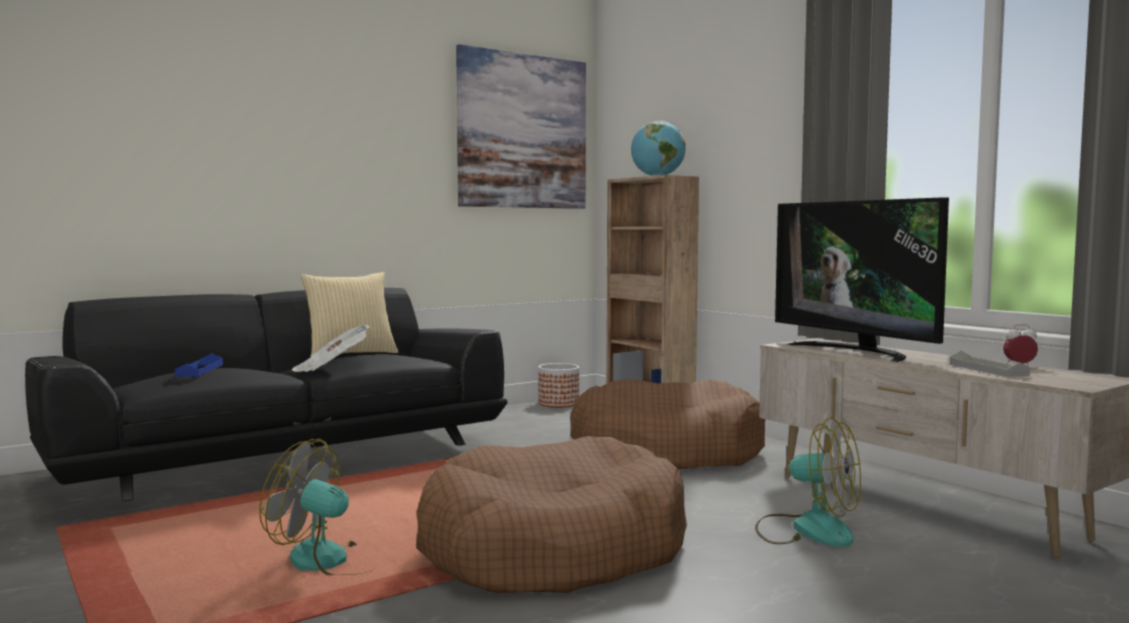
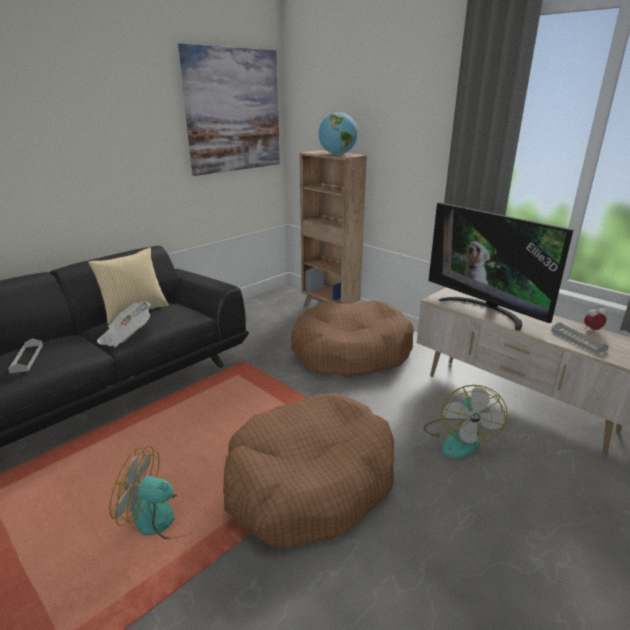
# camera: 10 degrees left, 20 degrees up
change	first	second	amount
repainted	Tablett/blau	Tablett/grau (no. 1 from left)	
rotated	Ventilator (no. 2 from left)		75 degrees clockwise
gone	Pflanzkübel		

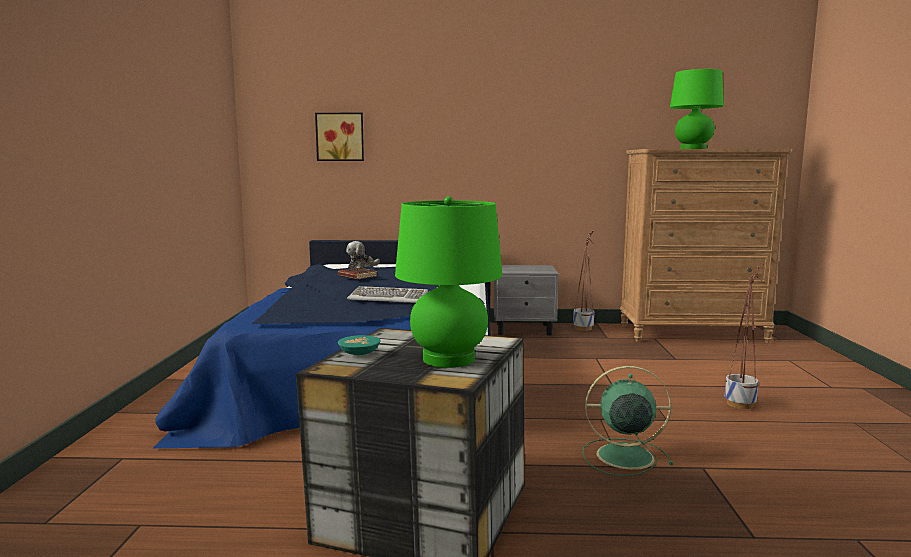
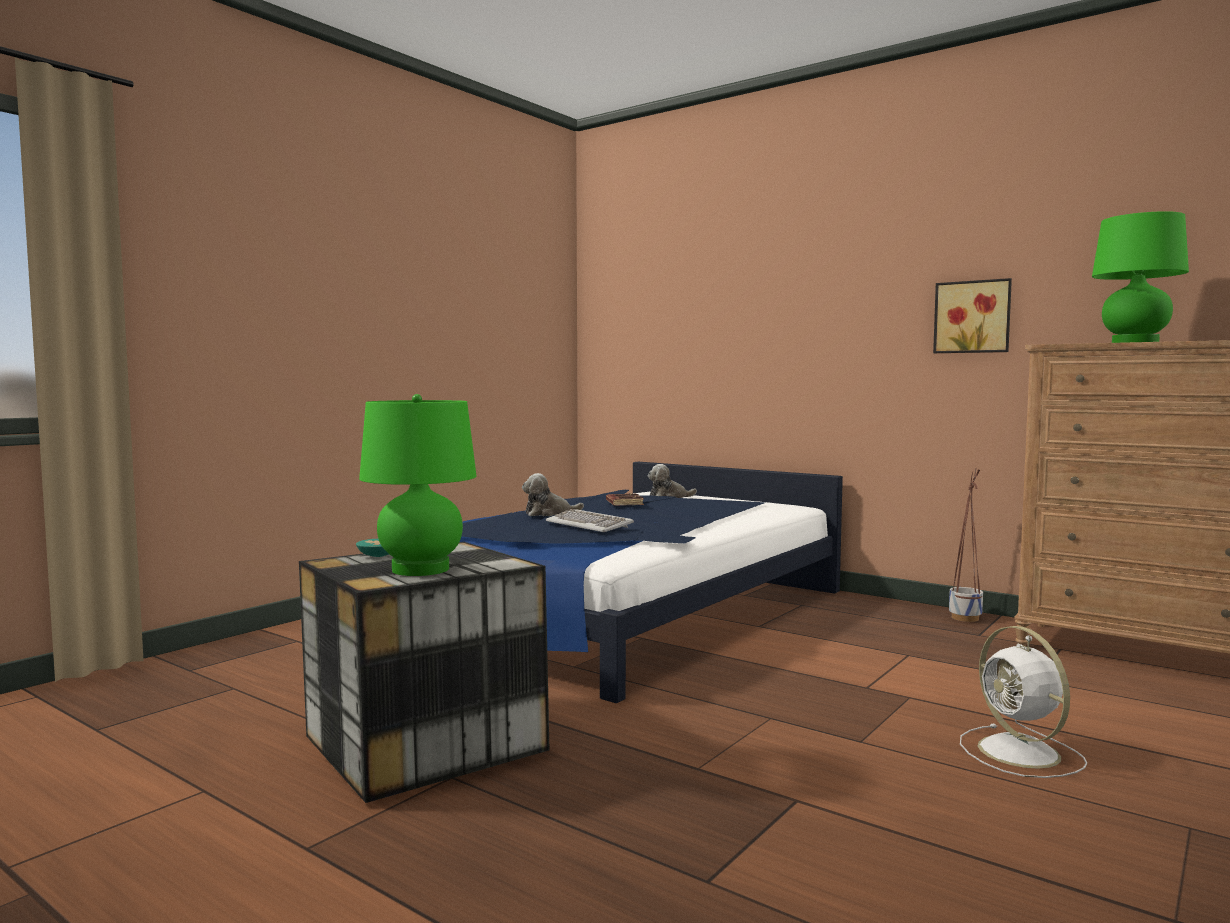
# camera: 35 degrees right, 5 degrees down
change	first	second	amount
new		Plüschtier (no. 1 from left)	
shifted	Bild		
swapped	Pflanzkübel (no. 2 from left)	Ventilator/weiß	
gone	Nachttisch/grau		
gone	Ventilator/grün		

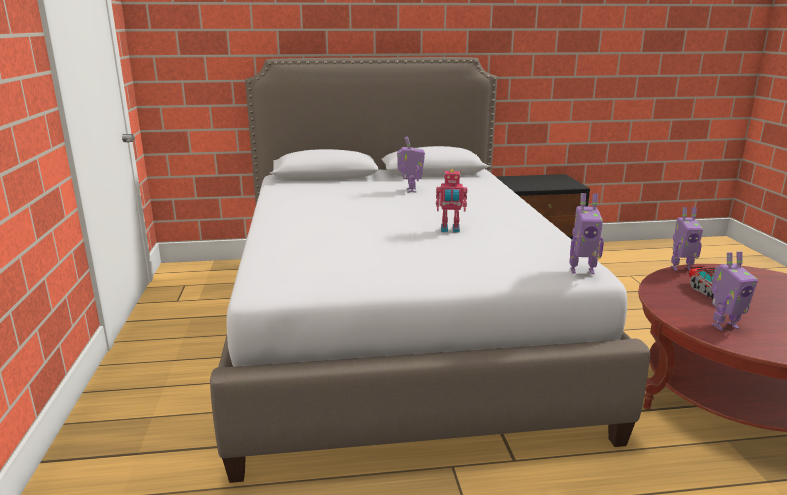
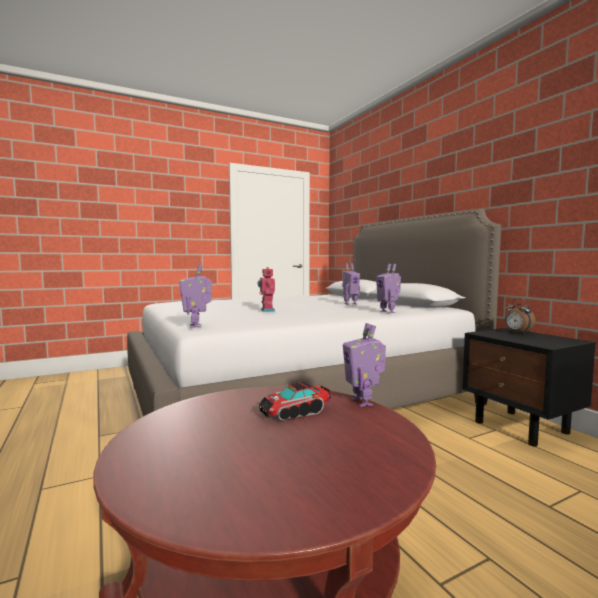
# camera: 70 degrees right, 15 degrees down
change	first	second	amount
shifted	Spielzeugroboter (no. 5 from left)		
new		Wecker	

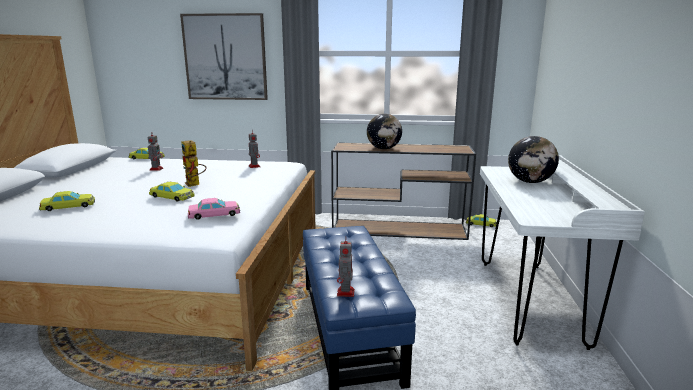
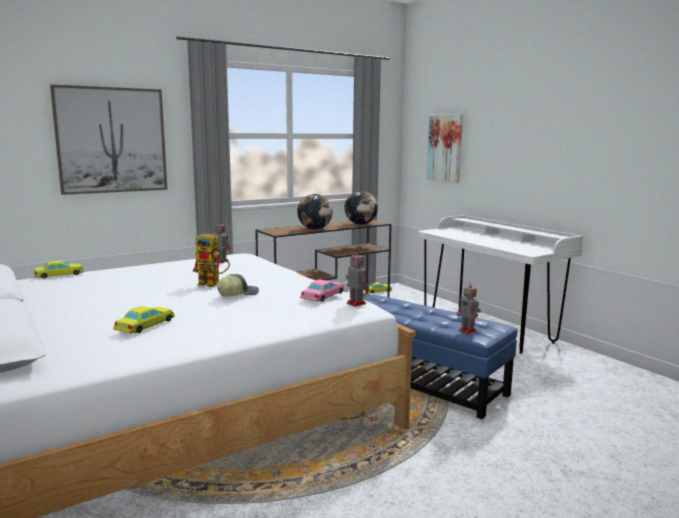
# camera: 40 degrees left, 5 degrees down
change	first	second	amount
swapped	Spielzeugauto/gelb (no. 3 from left)	Kappe	
shifted	Globus (no. 2 from left)		
shifted	Spielzeugroboter (no. 1 from left in the first image)	Spielzeugroboter (no. 3 from left)	
new		Bild (no. 2 from left)	

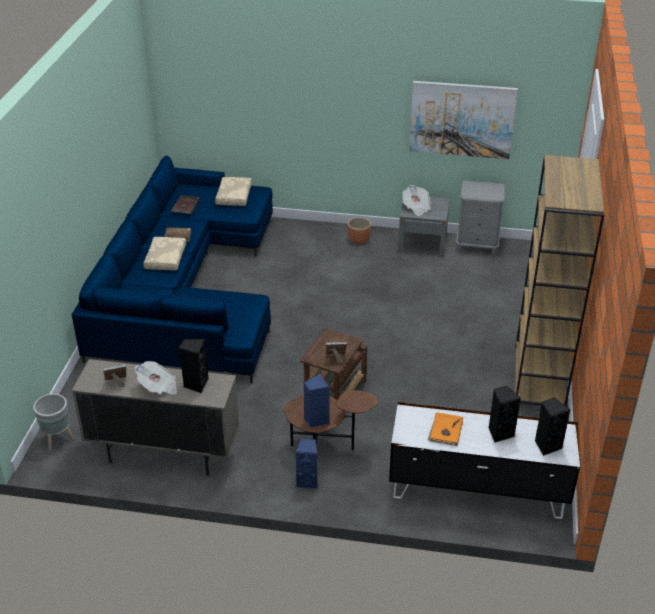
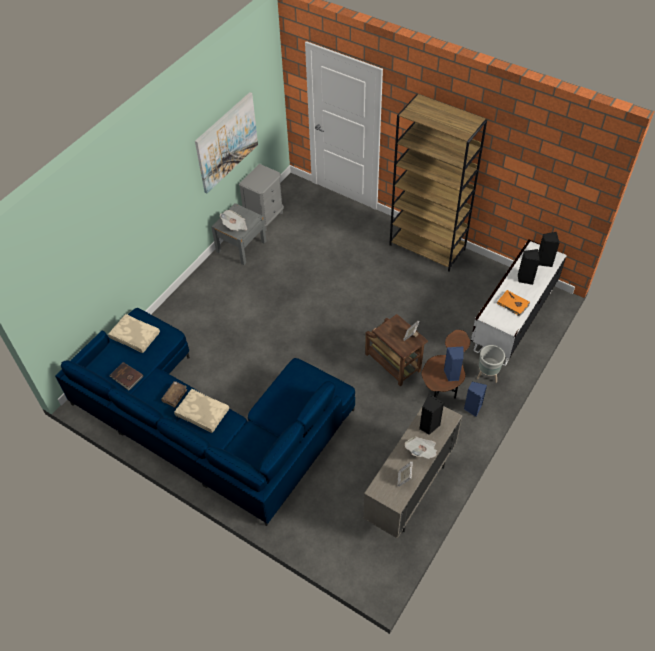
# camera: 65 degrees left, 15 degrees up
change	first	second	amount
shifted	Pflanzkübel/grau		
gone	Pflanzkübel/braun		

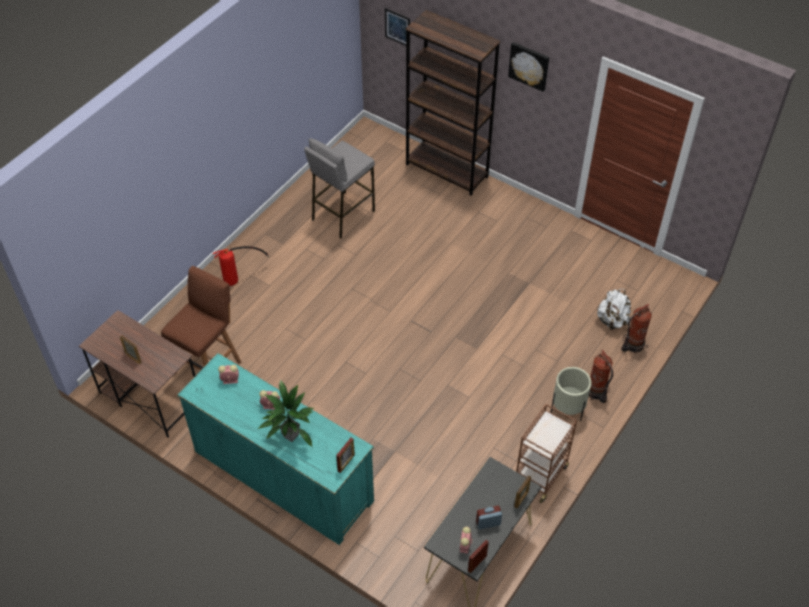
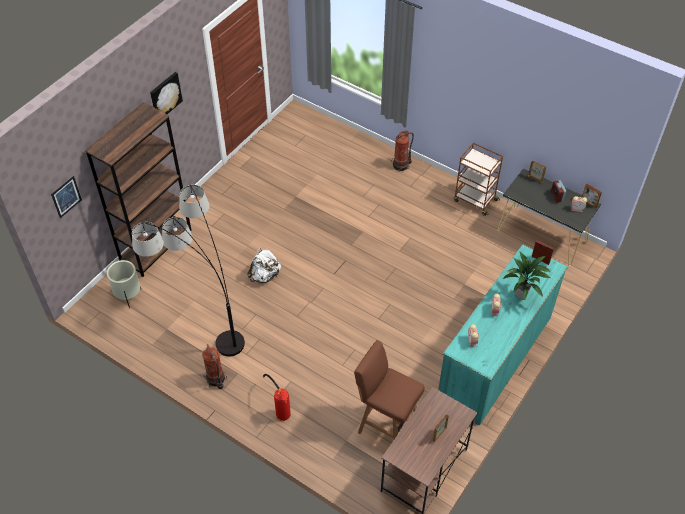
# camera: 90 degrees left, 0 degrees up
change	first	second	amount
shifted	Pflanzkübel/beige		
swapped	Hocker/grau	Stehlampe	
shifted	Feuerlöscher (no. 3 from left in the first image)	Feuerlöscher (no. 1 from left)	
shifted	Rucksack/weiß		

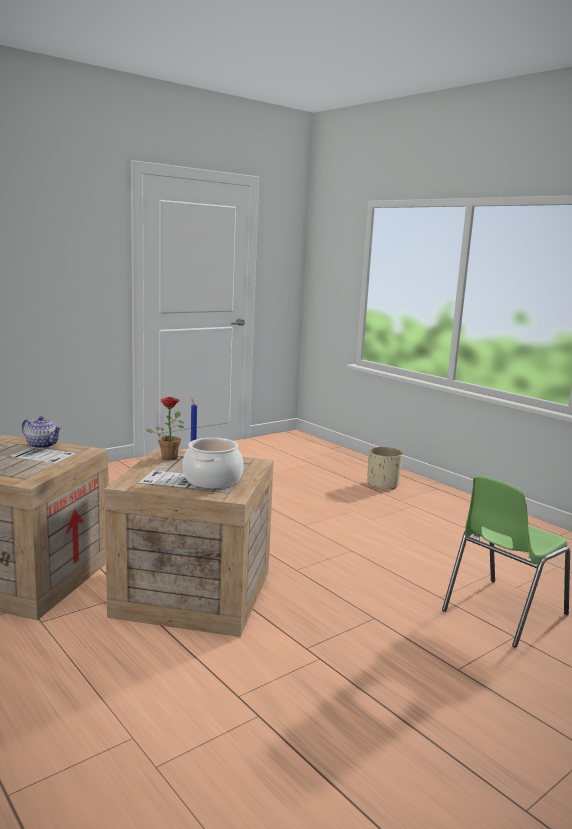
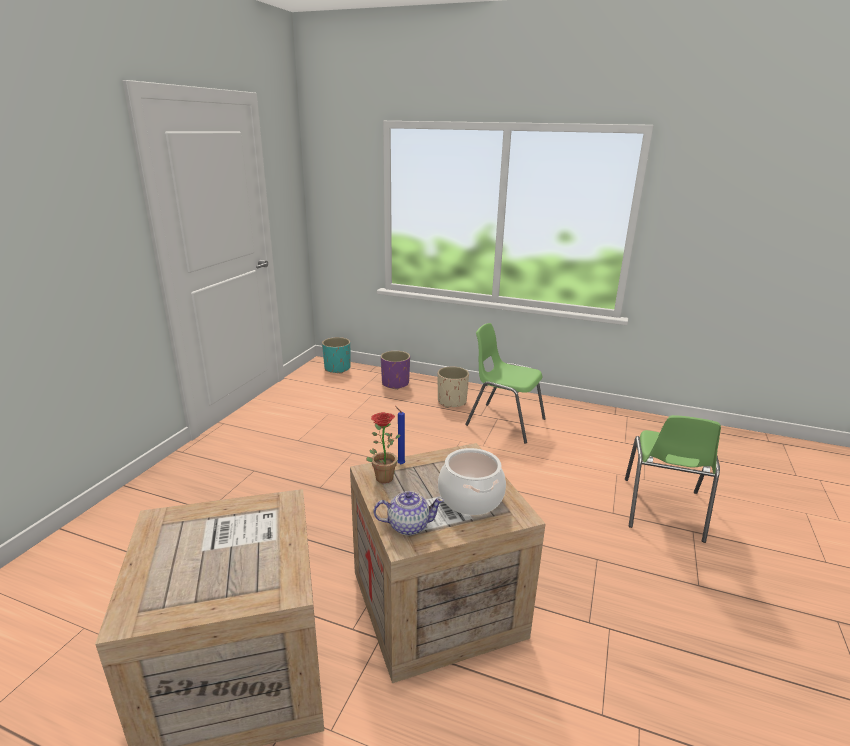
# camera: 30 degrees left, 10 degrees up
change	first	second	amount
new		Pflanzkübel/türkis	
shifted	Teekanne		
new		Pflanzkübel/lila	
new		Stuhl/grün (no. 1 from left)	

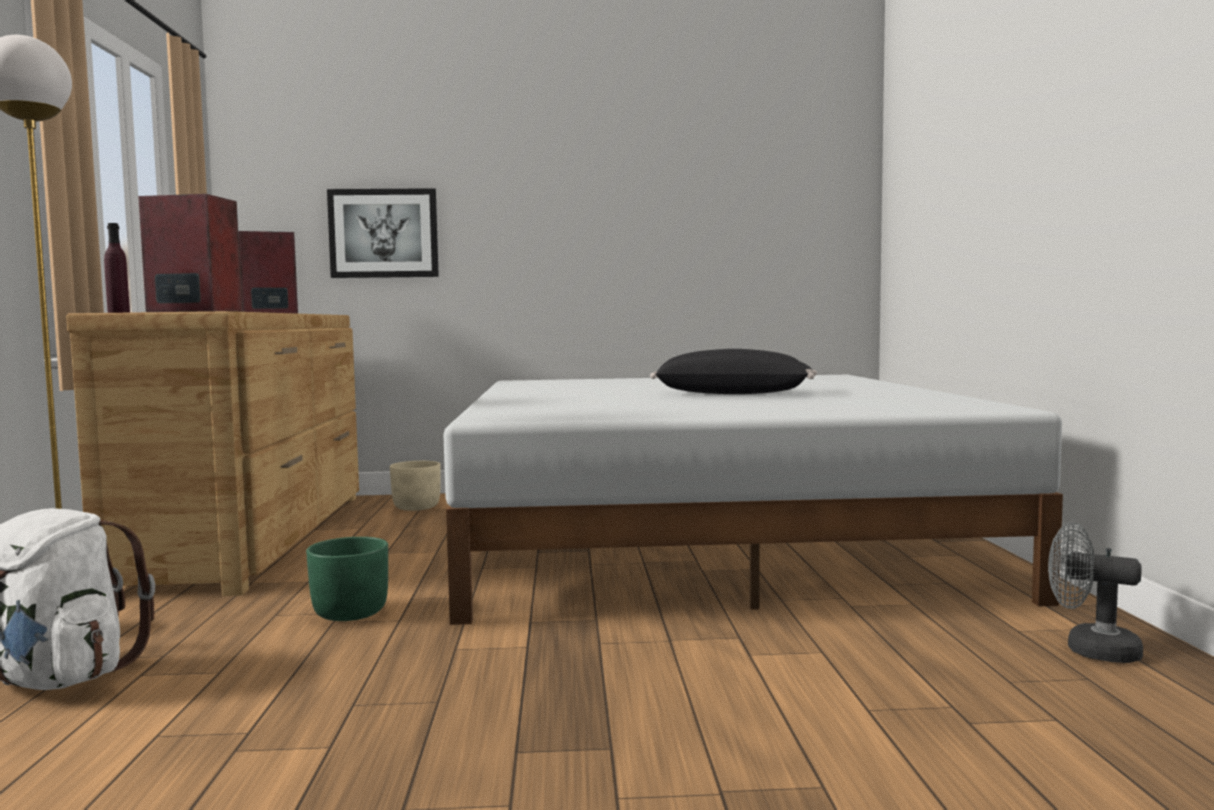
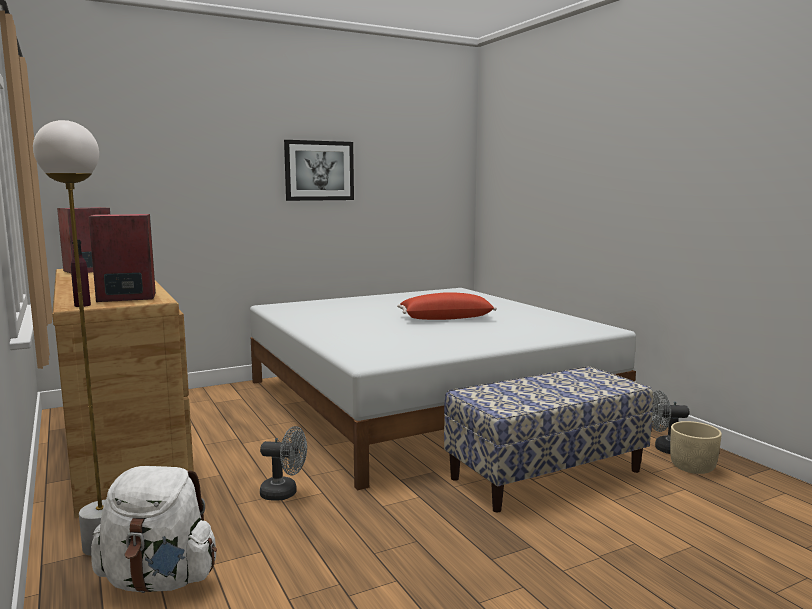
# camera: 25 degrees left, 5 degrees up
change	first	second	amount
swapped	Pflanzkübel/grün	Ventilator/grau (no. 1 from left)	
shifted	Bild		
repainted	Kissen/schwarz	Kissen/rot	
new		Bank	
shifted	Pflanzkübel/beige		

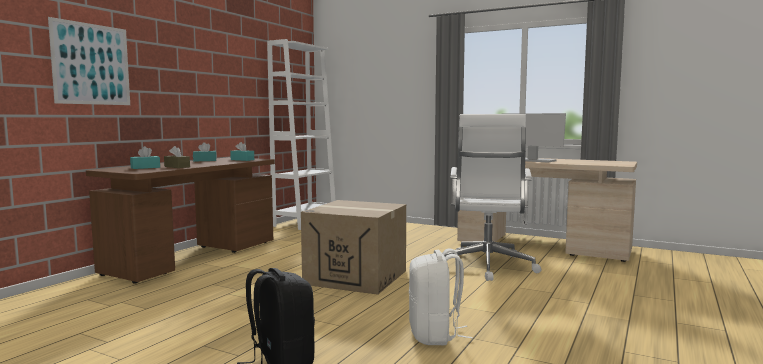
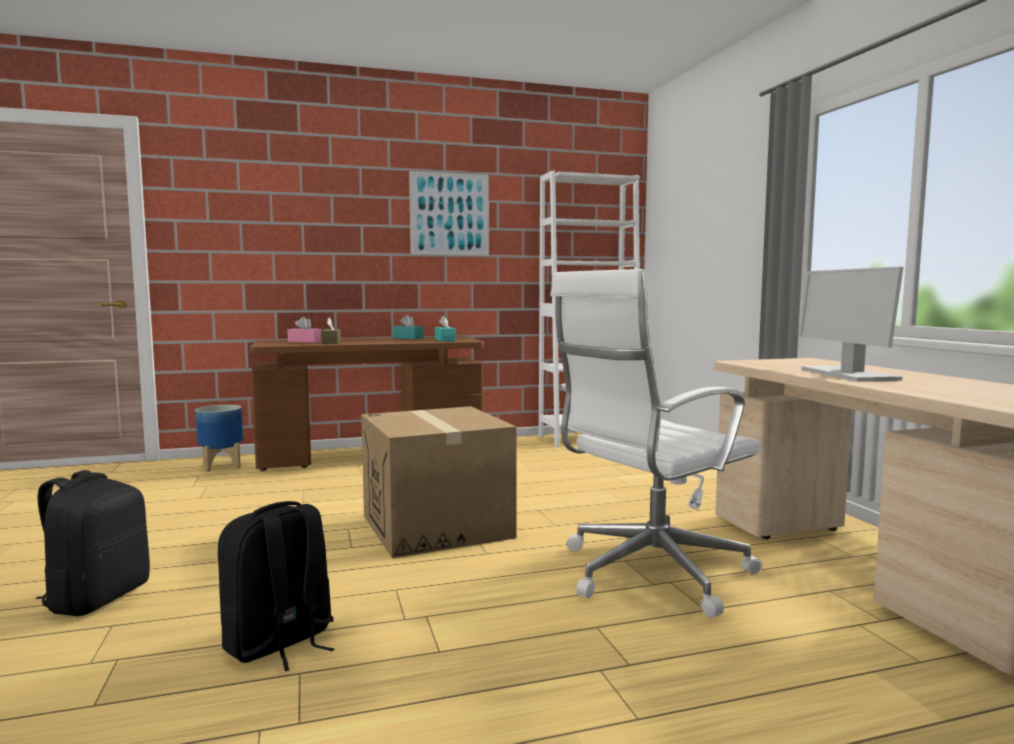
# camera: 45 degrees right, 0 degrees up
change	first	second	amount
new		Pflanzkübel	
repainted	Rucksack/weiß	Rucksack/schwarz (no. 2 from left)	
repainted	Taschentuchbox/türkis (no. 1 from left)	Taschentuchbox/rosa	
shifted	Bild		

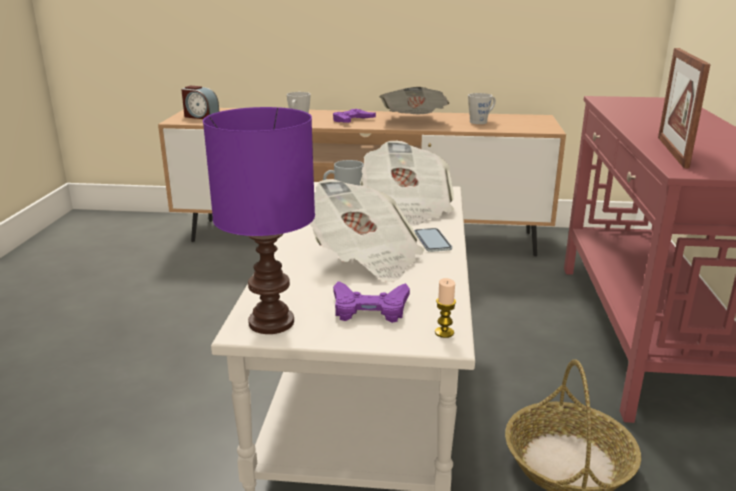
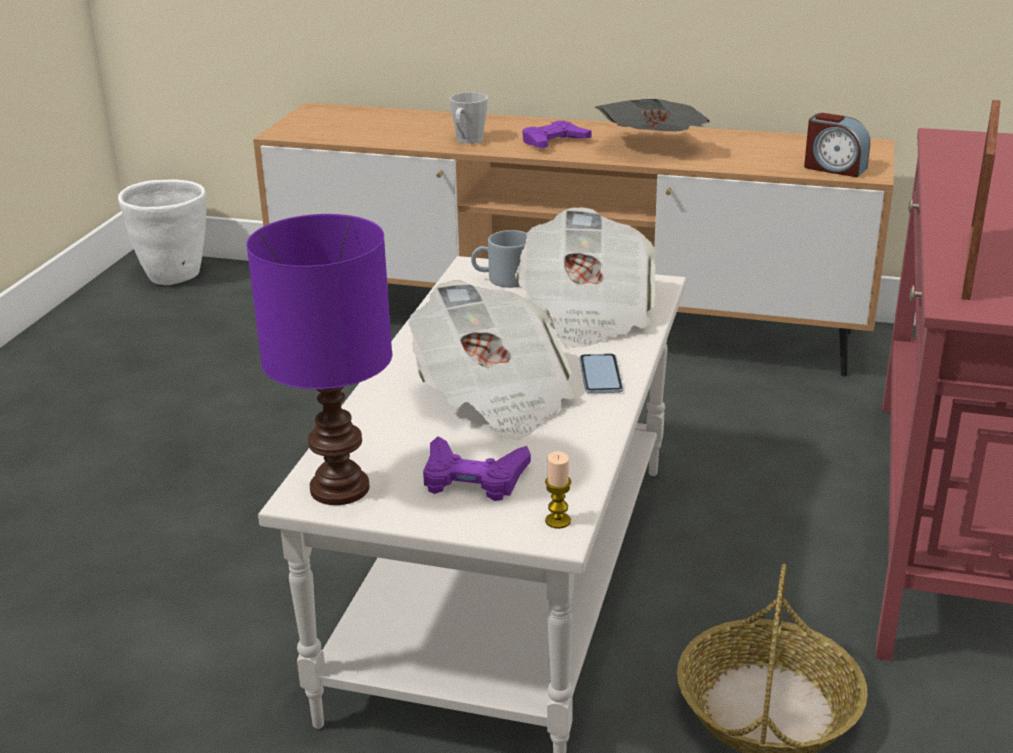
# camera: 10 degrees right, 5 degrees up
change	first	second	amount
new		Pflanzkübel/weiß	
shifted	Wecker		
gone	Henkelbecher/grau (no. 3 from left)		

